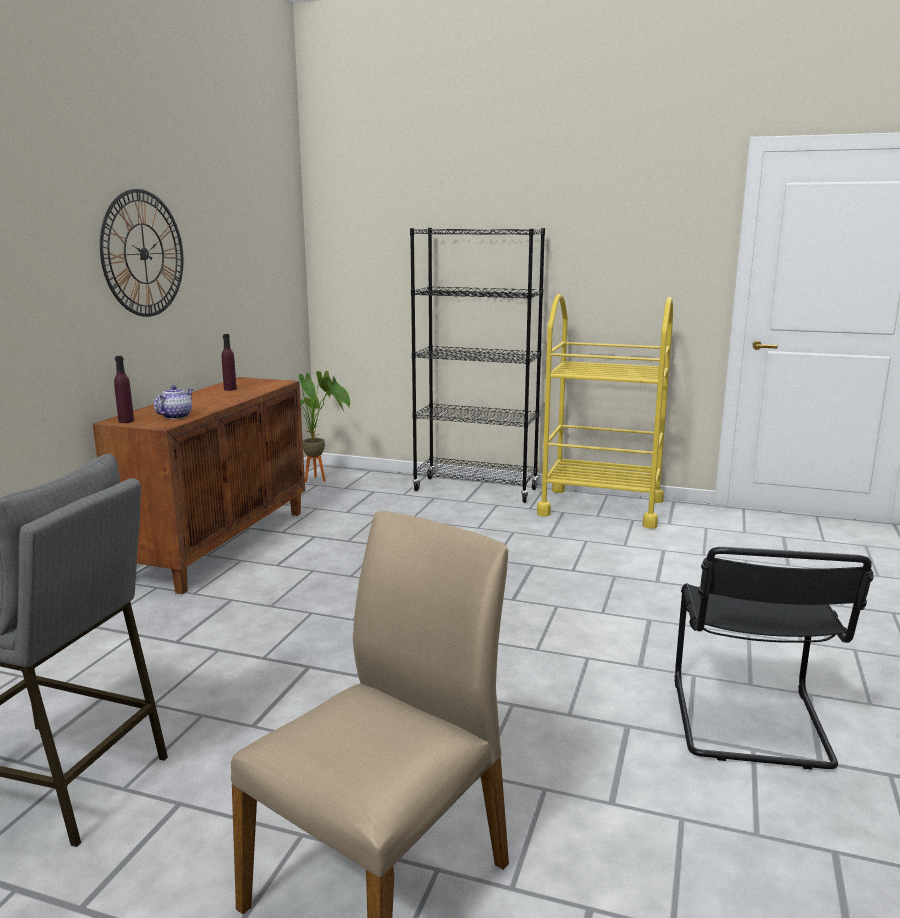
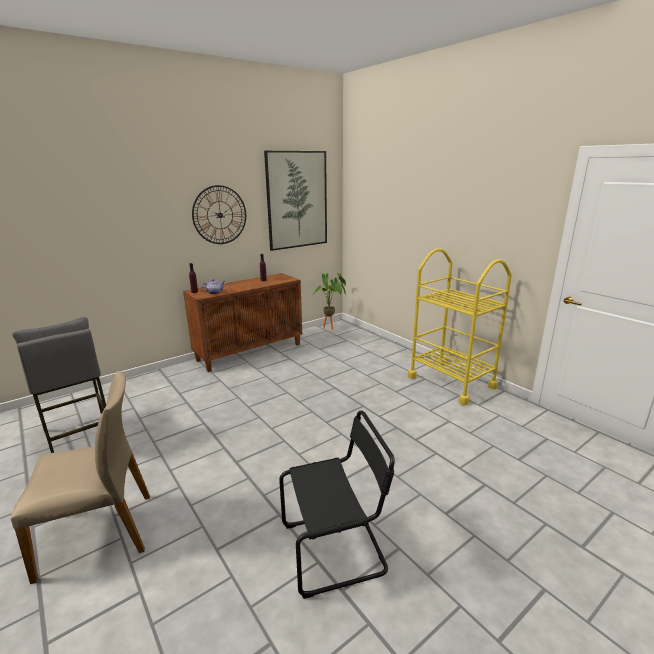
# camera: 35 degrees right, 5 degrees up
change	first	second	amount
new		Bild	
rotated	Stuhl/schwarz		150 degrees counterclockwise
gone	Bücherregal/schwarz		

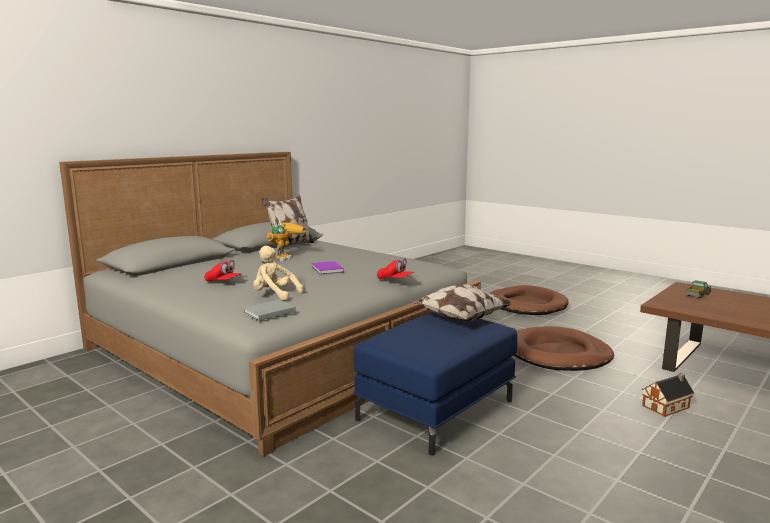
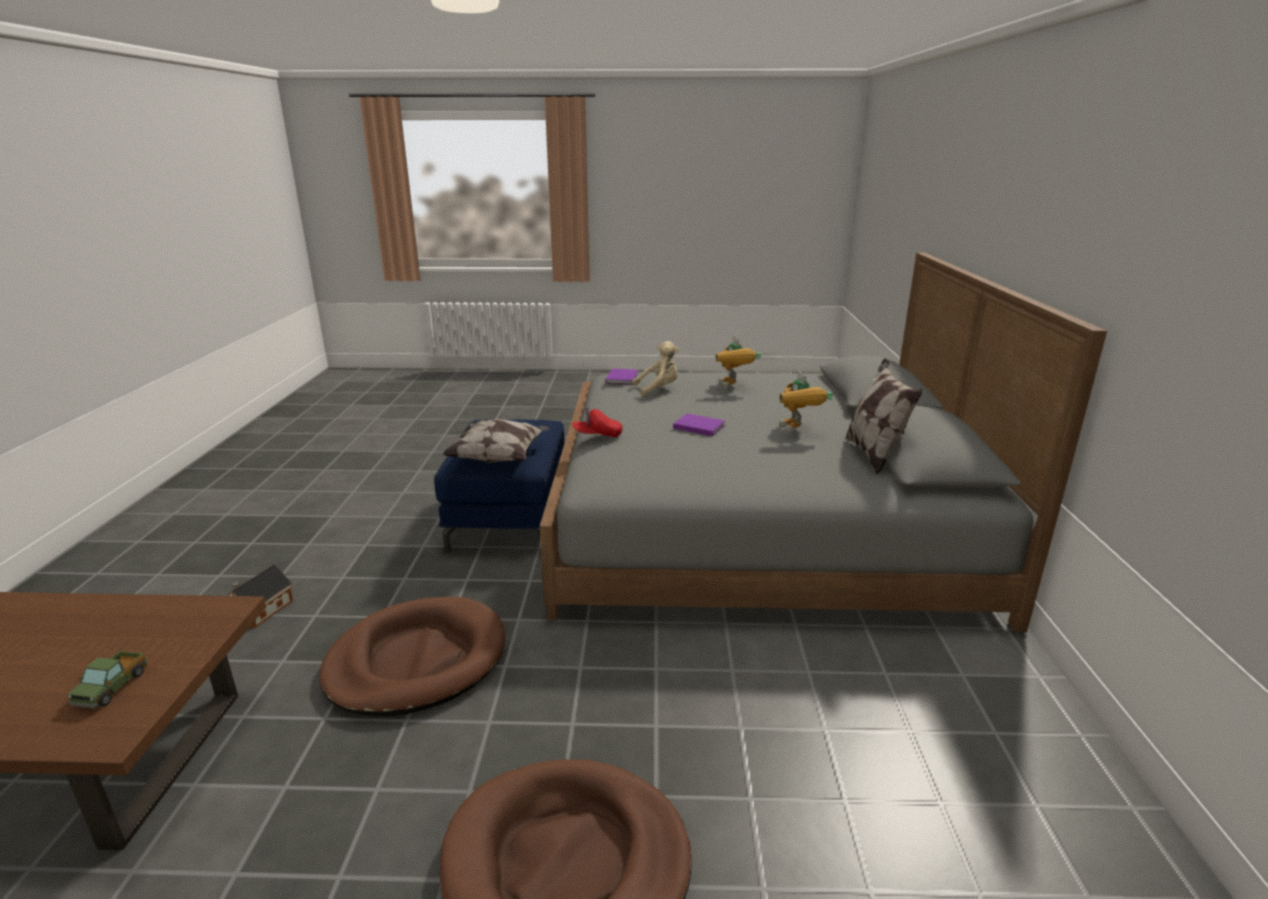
# camera: 140 degrees right, 10 degrees up
change	first	second	amount
repainted	Buch/grau	Buch/lila (no. 1 from left)	
swapped	Kappe/rot (no. 1 from left)	Spielzeugroboter (no. 1 from left)	

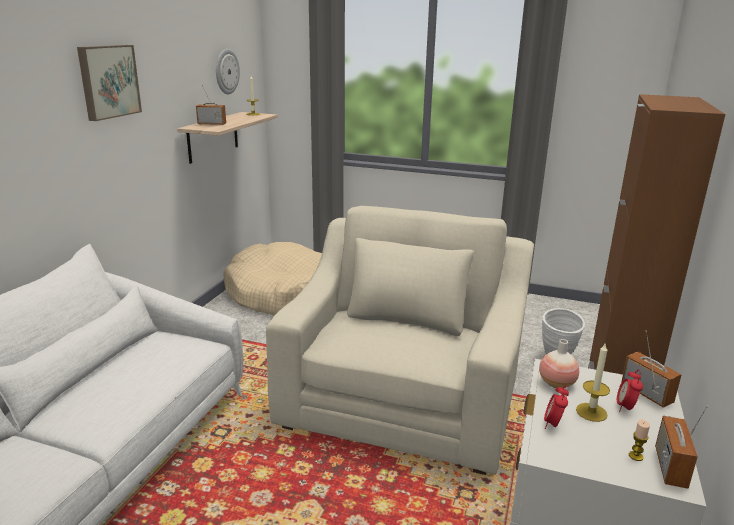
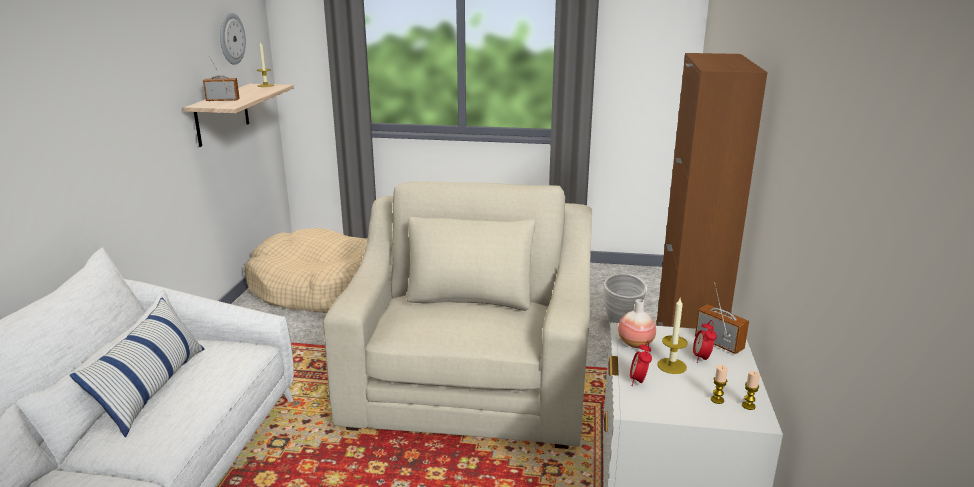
# camera: 10 degrees left, 0 degrees up
change	first	second	amount
new		Kissen	
swapped	Radio (no. 3 from left)	Kerze (no. 4 from left)	
gone	Bild		

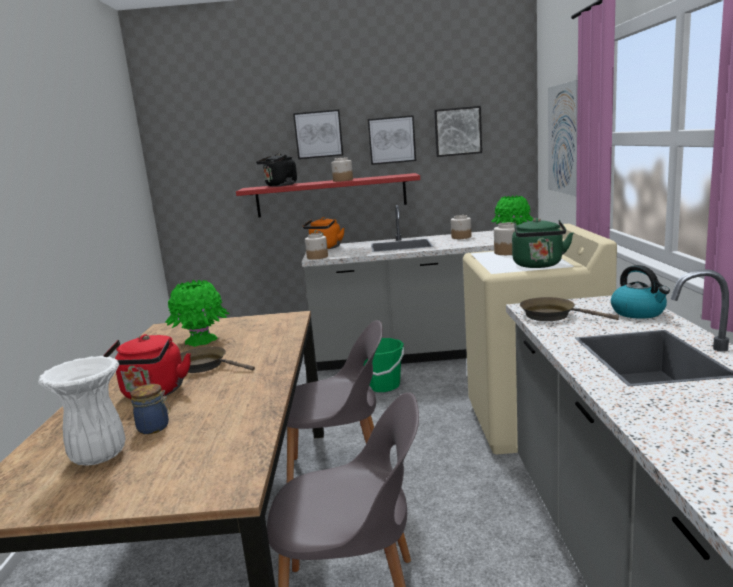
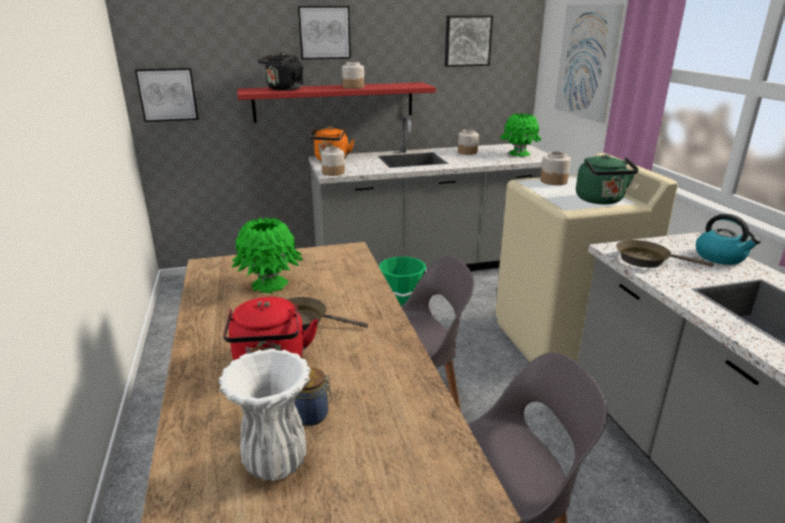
# camera: 15 degrees left, 10 degrees up
change	first	second	amount
shifted	Bild (no. 2 from left in the first image)	Bild (no. 1 from left)	

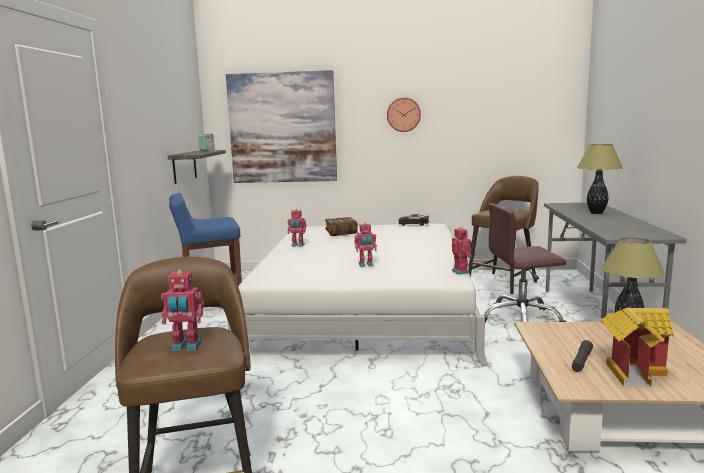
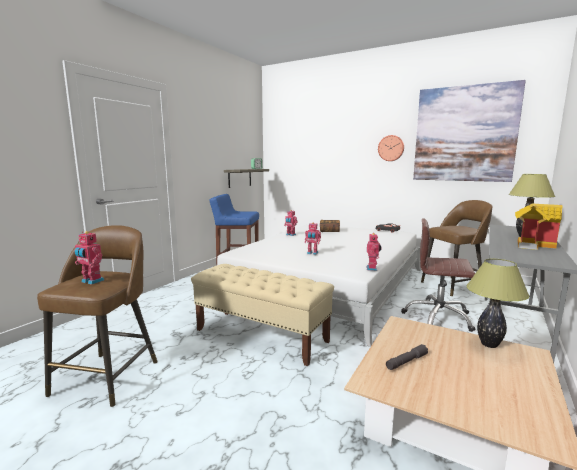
# camera: 25 degrees right, 0 degrees up
change	first	second	amount
new		Bank/beige	
shifted	Bild		
shifted	Spielzeughaus		

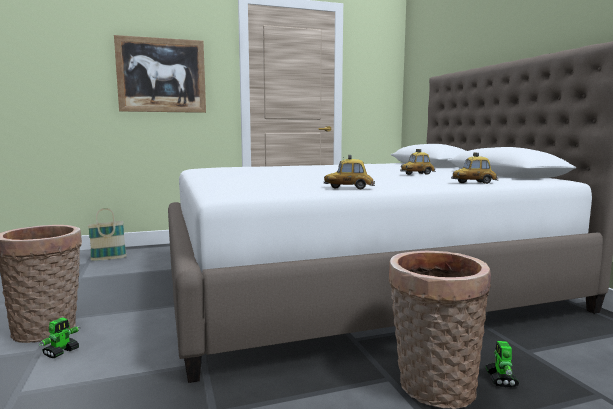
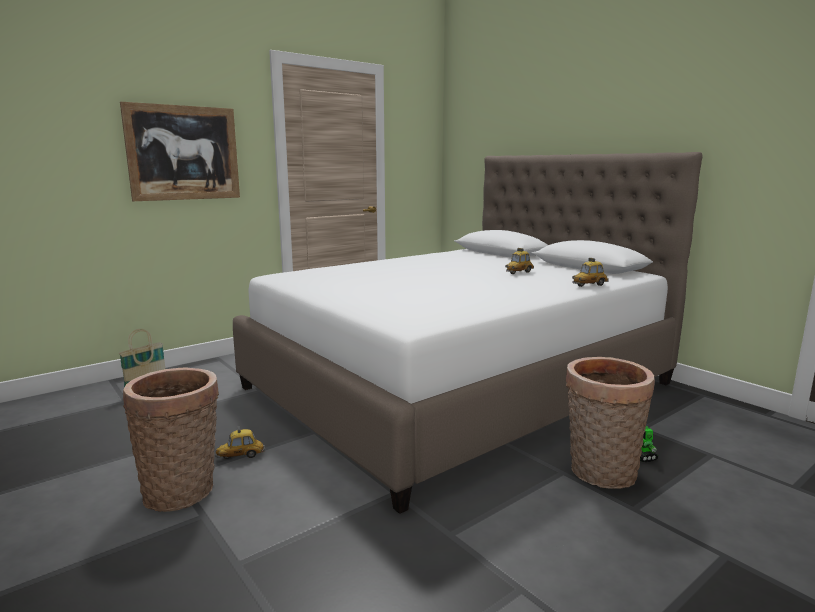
# camera: 20 degrees left, 5 degrees up
change	first	second	amount
shifted	Spielzeugauto (no. 1 from left)		
gone	Spielzeugroboter (no. 1 from left)		

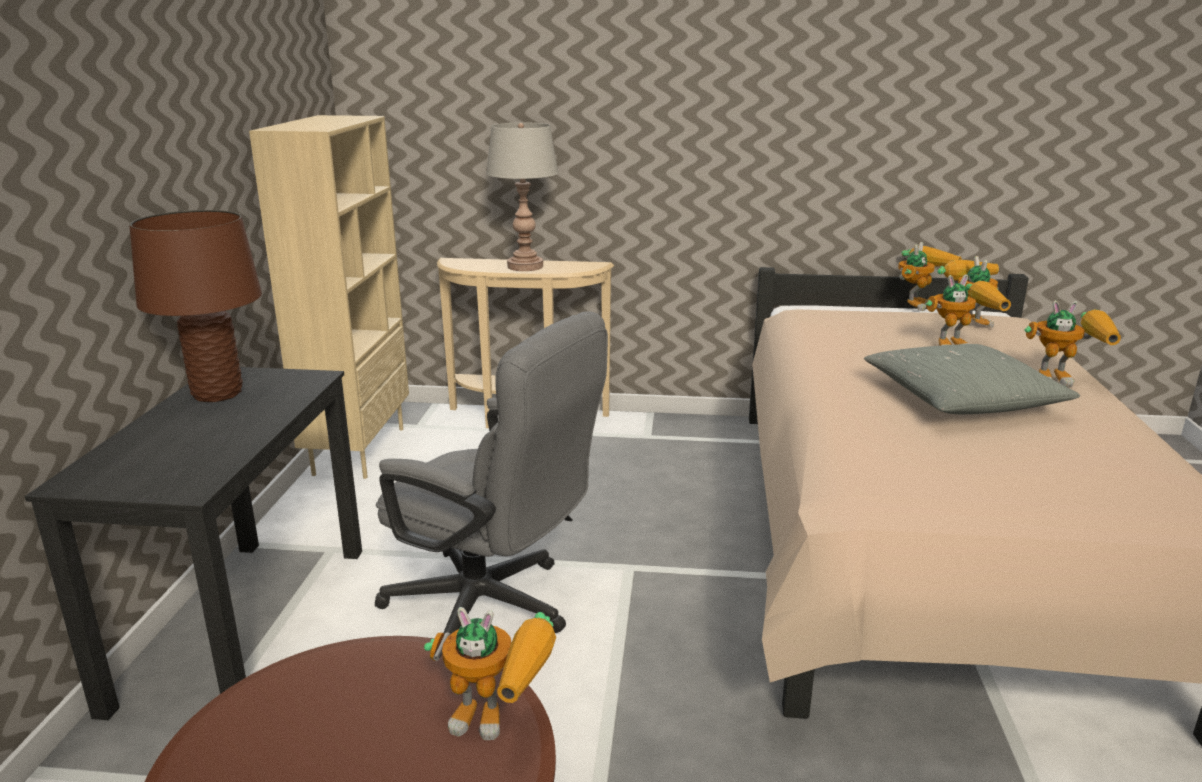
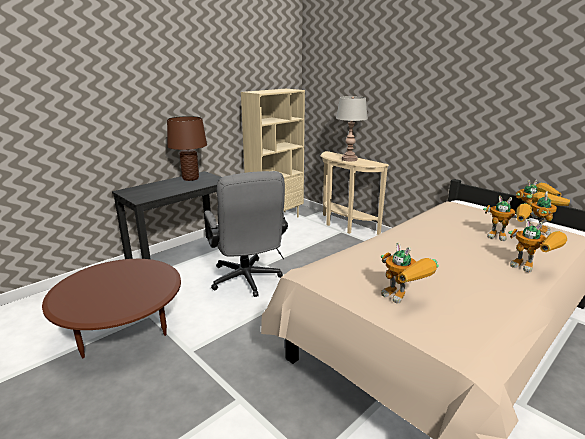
# camera: 40 degrees right, 0 degrees up
change	first	second	amount
shifted	Spielzeugroboter (no. 1 from left)		
gone	Kissen/grau		

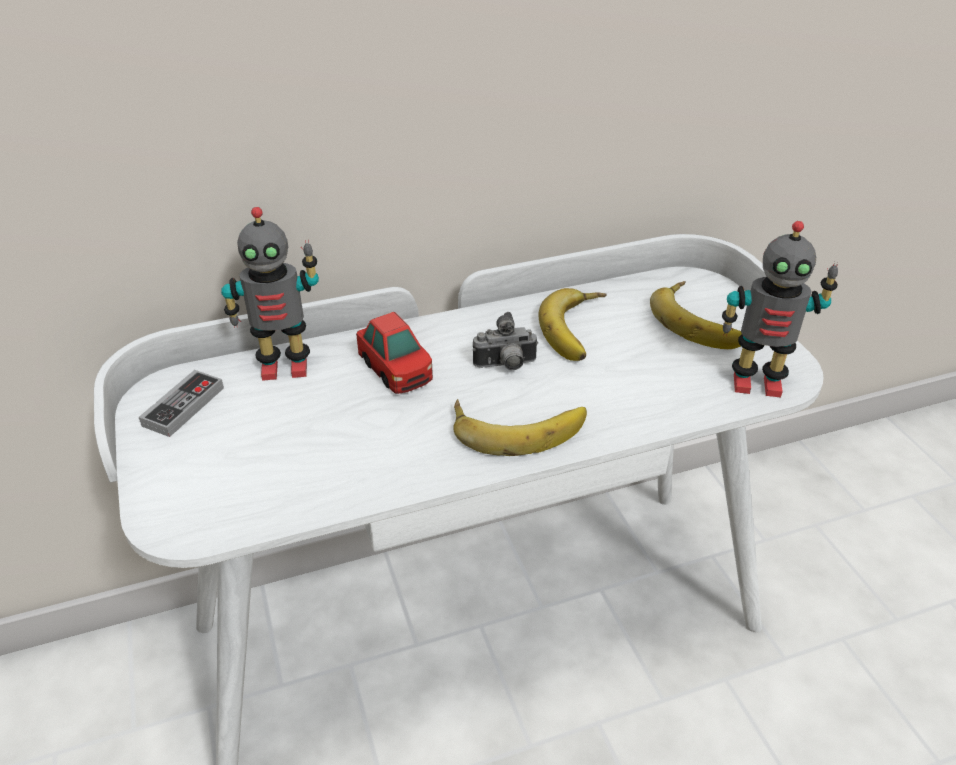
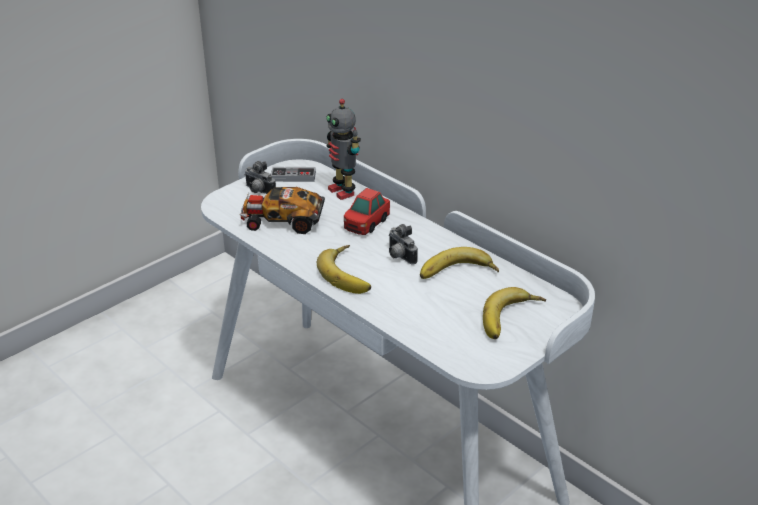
# camera: 65 degrees right, 5 degrees down
change	first	second	amount
new		Spielzeugauto (no. 1 from left)	
new		Kamera (no. 1 from left)	
gone	Spielzeugroboter (no. 2 from left)		

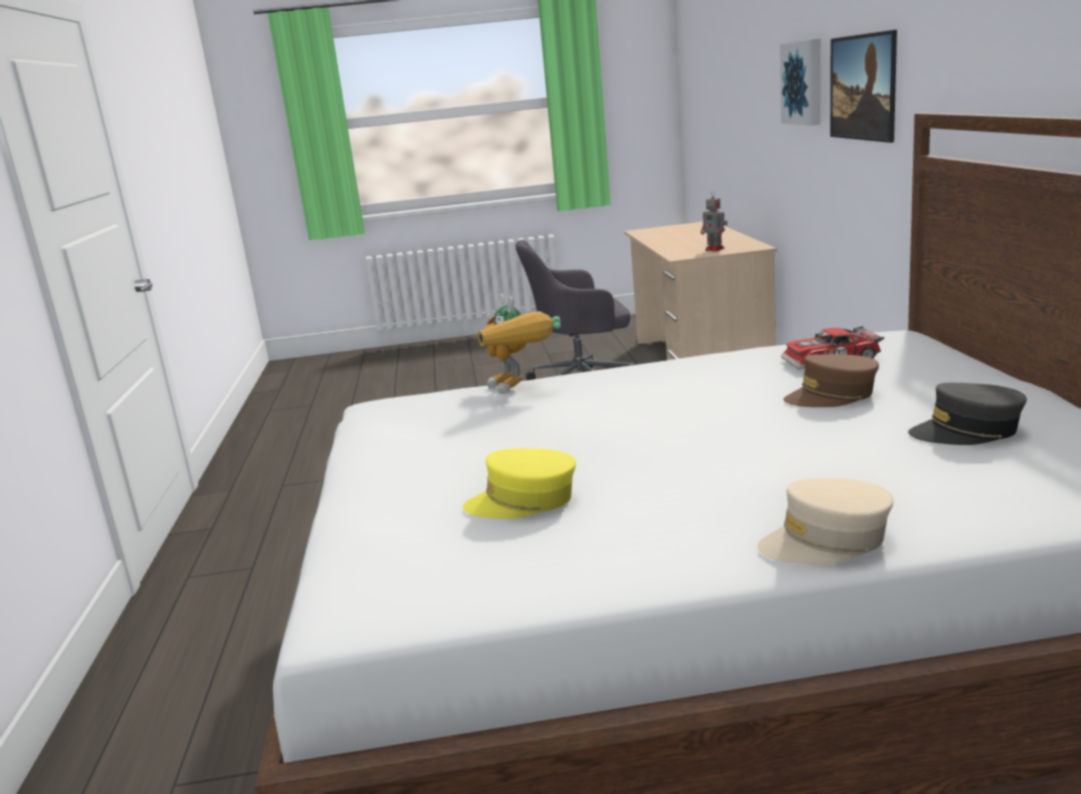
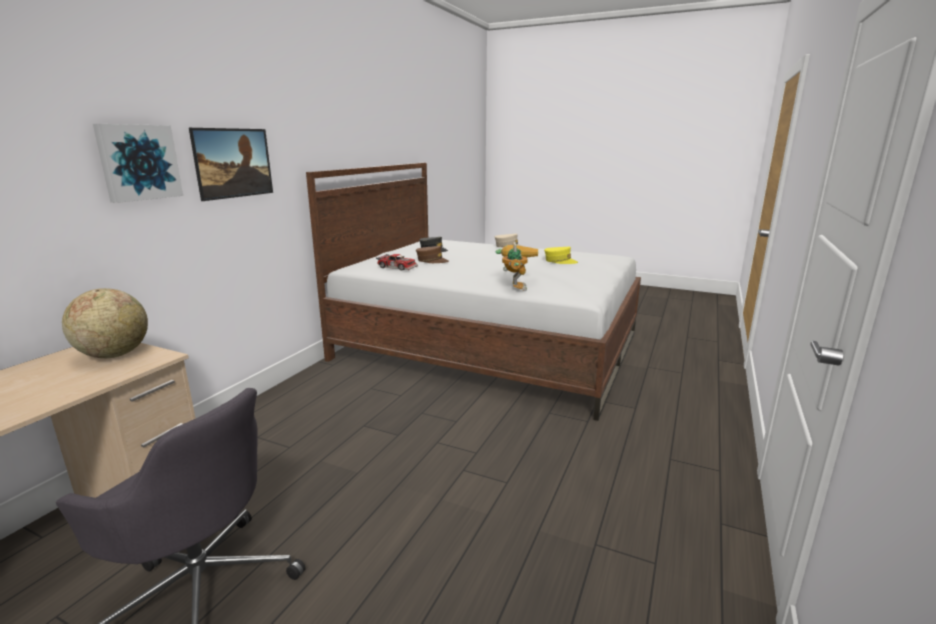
# camera: 150 degrees left, 0 degrees up
change	first	second	amount
swapped	Spielzeugroboter (no. 2 from left)	Globus	

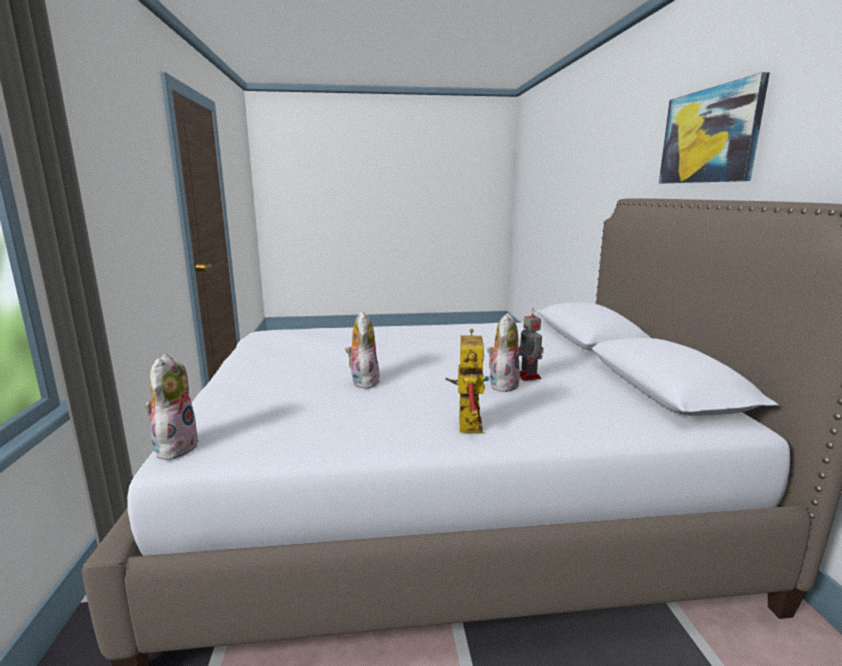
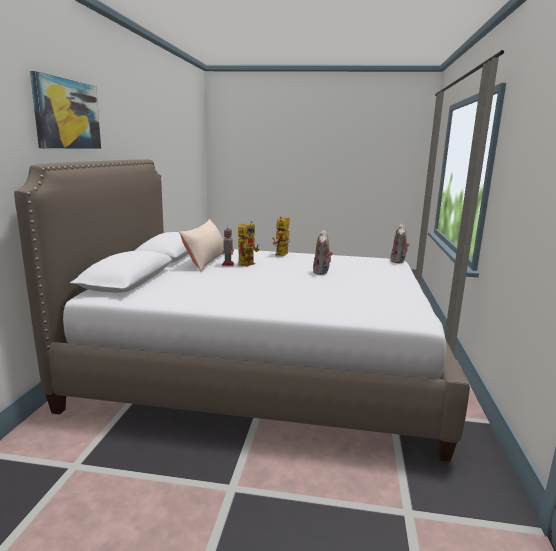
# camera: 165 degrees left, 0 degrees up
change	first	second	amount
new		Kissen/beige	
swapped	Plüschtier (no. 3 from left)	Spielzeugroboter (no. 2 from left)	

